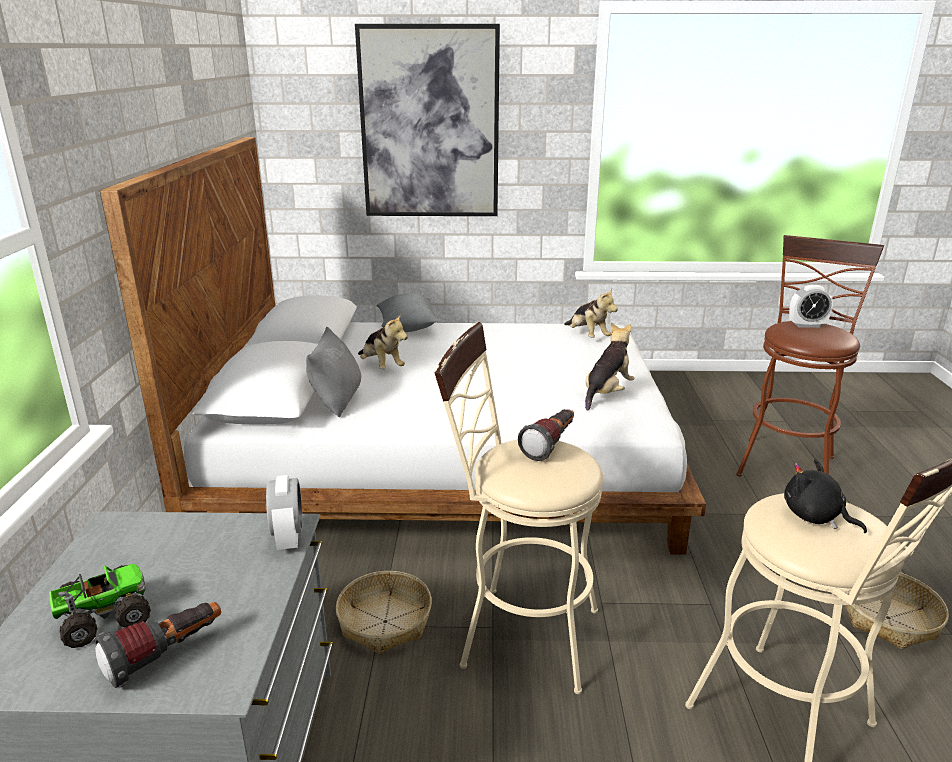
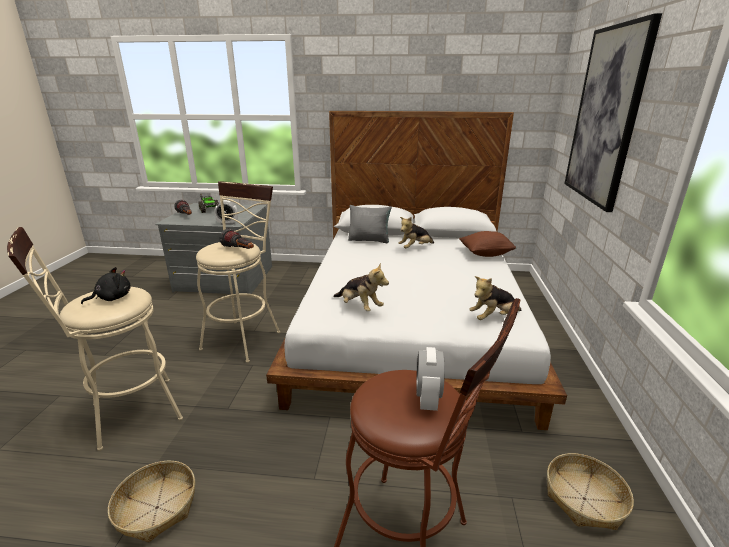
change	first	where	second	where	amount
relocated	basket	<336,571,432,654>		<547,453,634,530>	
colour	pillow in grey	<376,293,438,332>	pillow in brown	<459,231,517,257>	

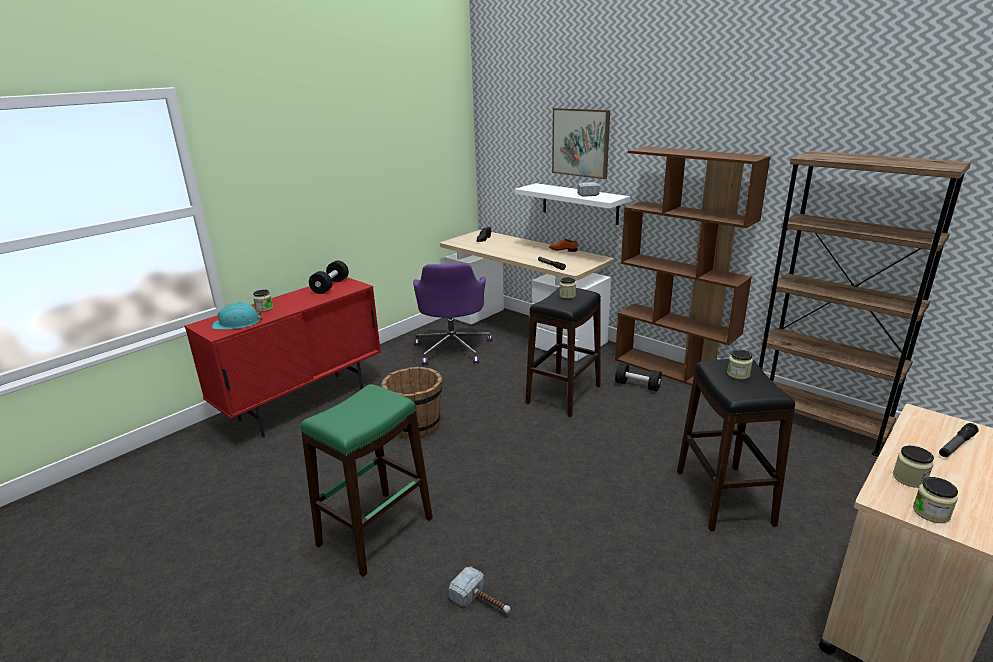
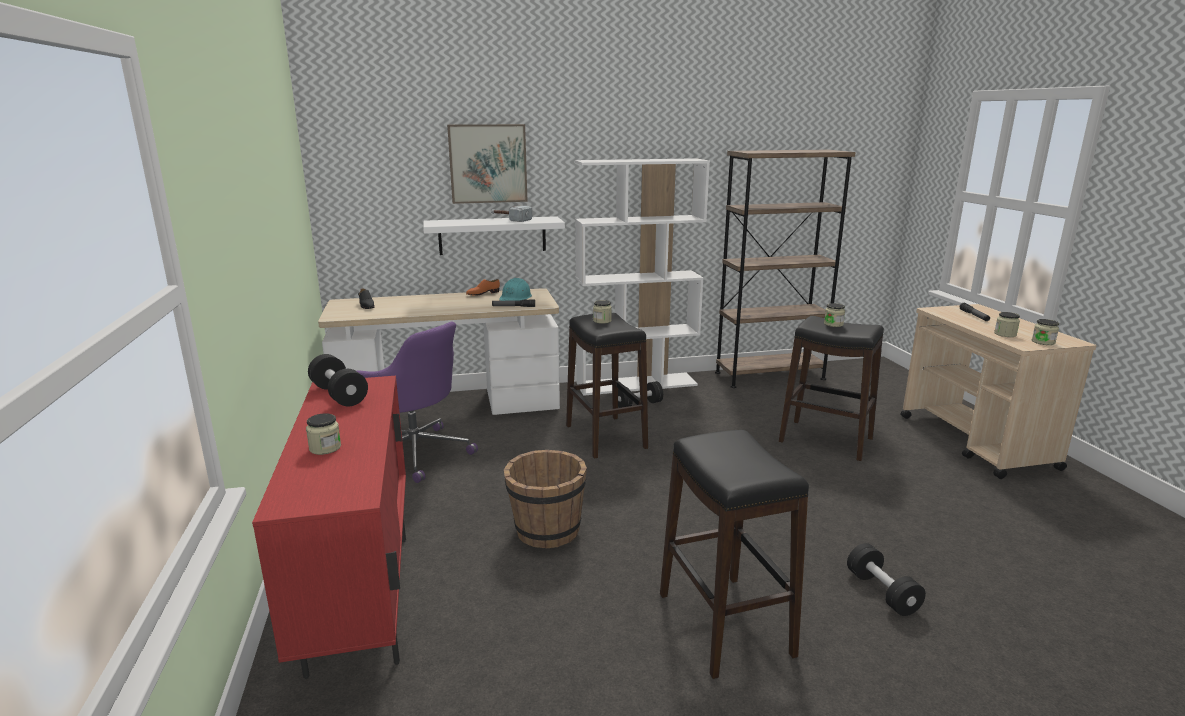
change	first	where	second	where	amount
relocated	hard hat in turquoise	<212,302,263,329>		<499,278,532,301>	
exchanged	hammer	<449,567,510,613>	dumbbell in black	<847,543,926,616>	
colour	stool in green	<300,384,433,577>	stool in black	<660,430,809,679>	
colour	bookcase in brown	<615,146,771,386>	bookcase in white	<575,158,710,396>	

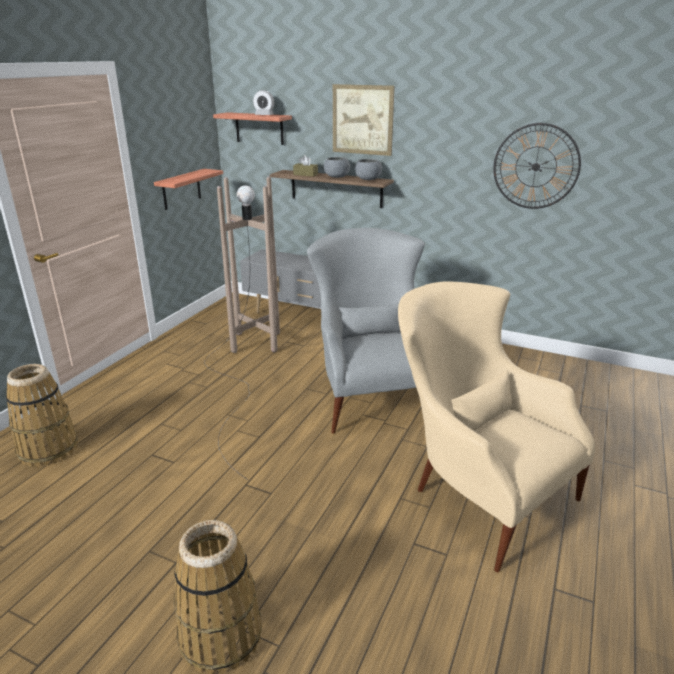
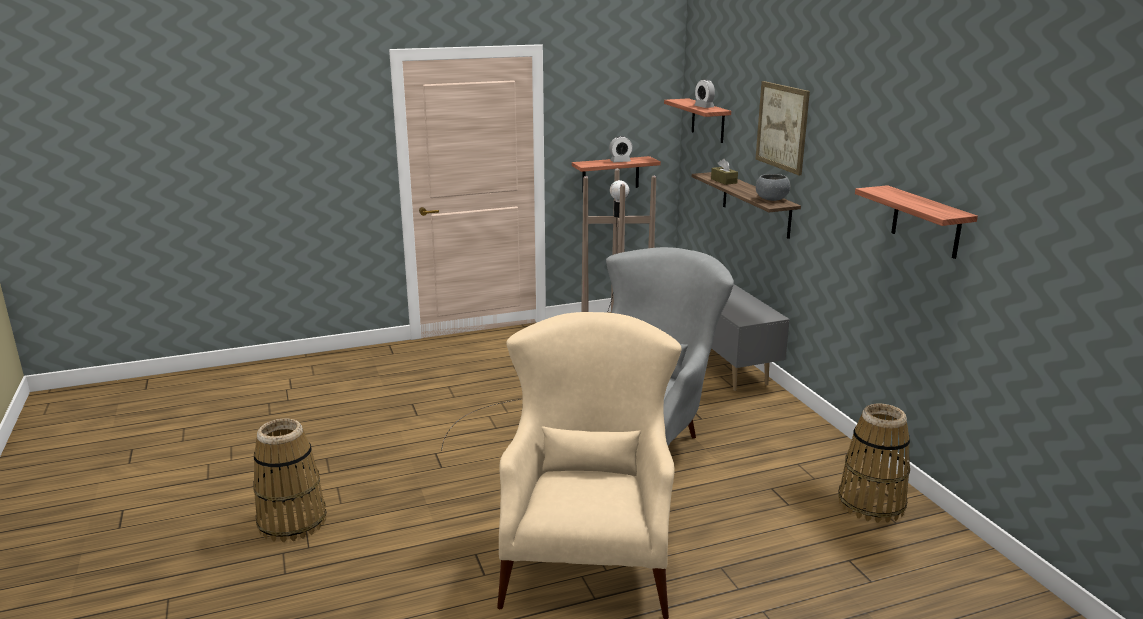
change	first	where	second	where	amount
missing	bowl in grey	<324,157,350,178>			
appeared			alarm clock	<609,136,633,162>	
relocated	basket	<6,364,78,467>		<838,404,910,523>	
exchanged	wall clock	<493,123,581,209>	shelf	<855,185,978,259>	

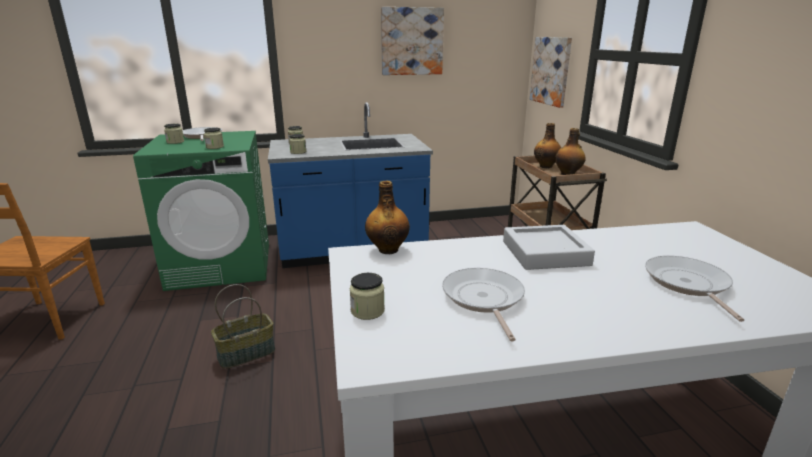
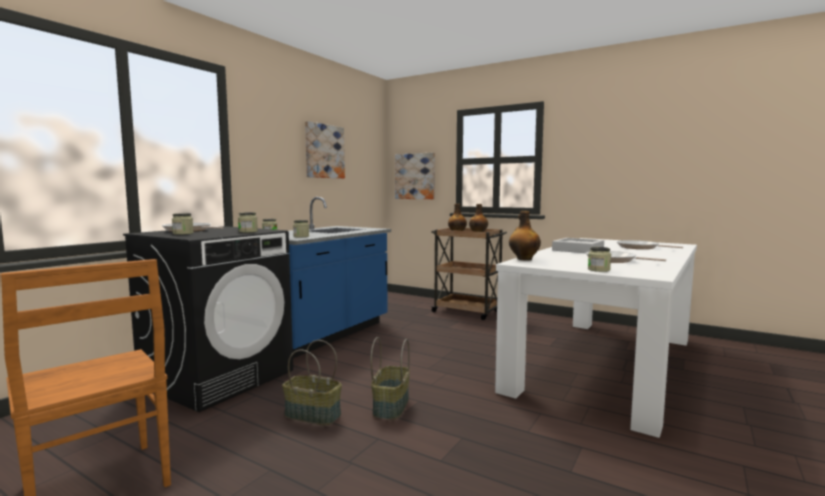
change	first	where	second	where	amount
appeared			basket	<282,340,342,425>	
colour	washing machine in green	<133,131,269,291>	washing machine in black	<123,226,293,412>	

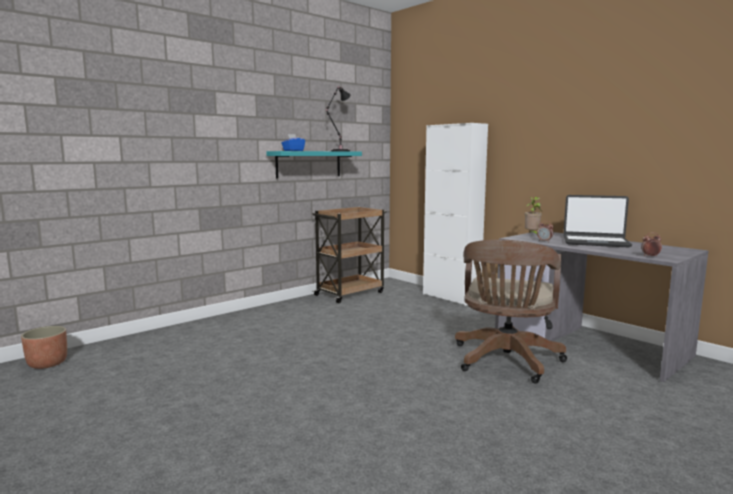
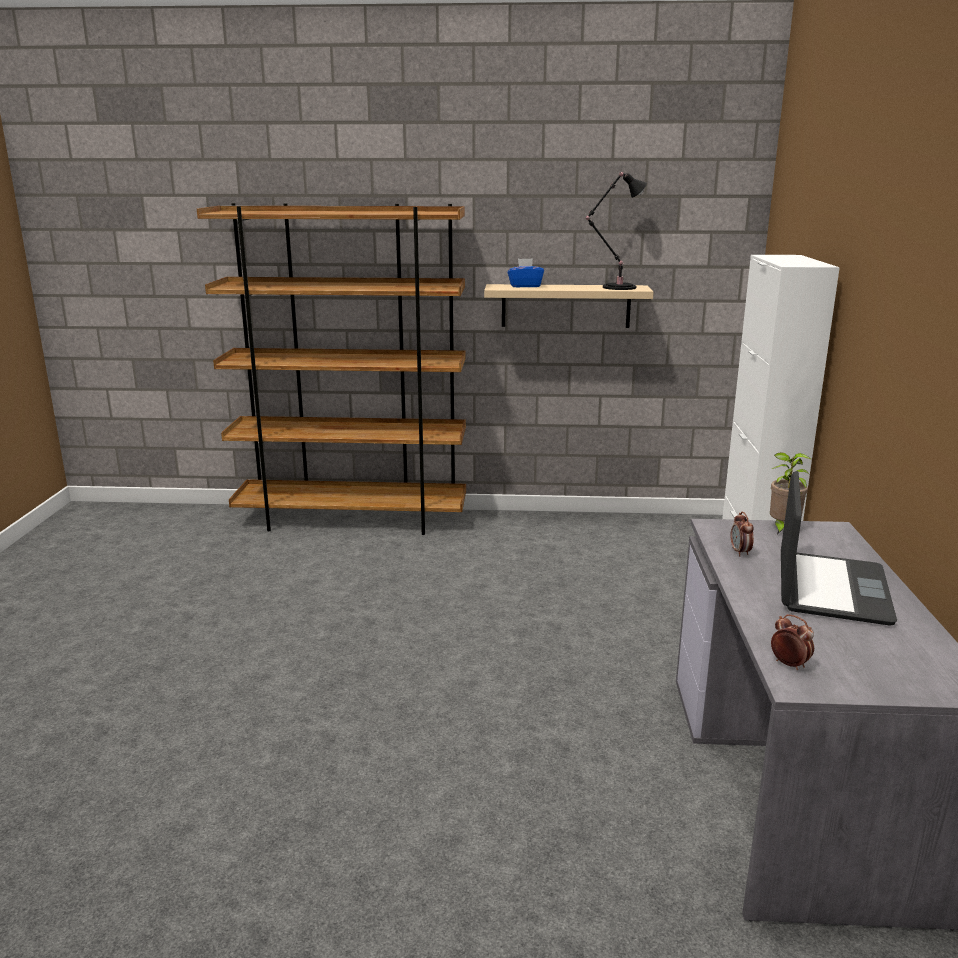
change	first	where	second	where	amount
missing	planter	<21,326,67,369>			
missing	cart in brown	<312,207,386,303>			
missing	office chair in brown	<455,240,567,384>			
appeared			bookcase in brown	<197,203,466,535>	
colour	shelf in turquoise	<266,151,362,178>	shelf in beige	<484,284,654,328>	
spun	laptop	<563,195,632,247>		<781,471,897,626>	135 degrees counterclockwise

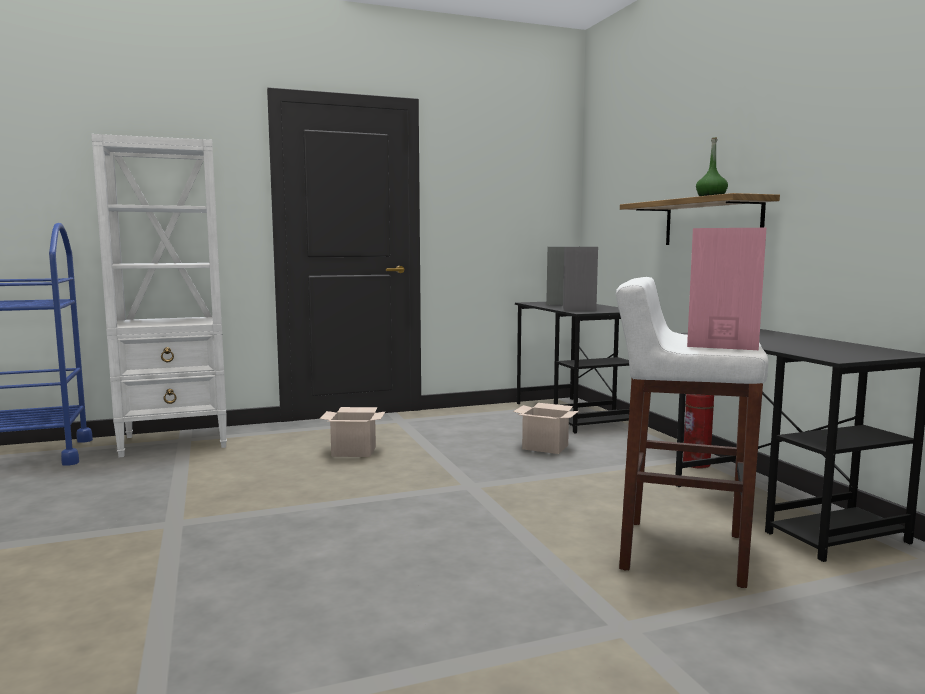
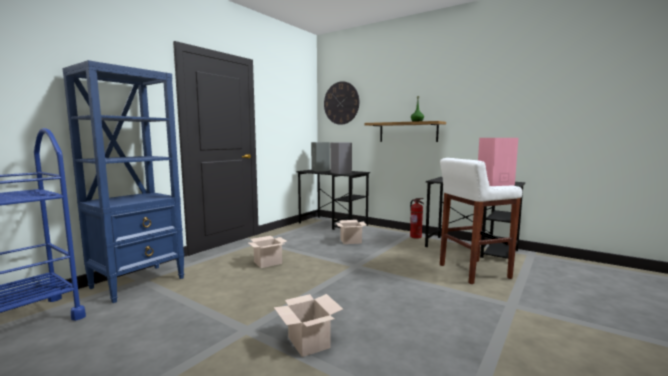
change	first	where	second	where	amount
appeared			cardboard box	<274,294,343,357>	
appeared			wall clock	<324,81,359,125>	
colour	bookcase in white	<91,134,227,457>	bookcase in blue	<62,60,184,303>	

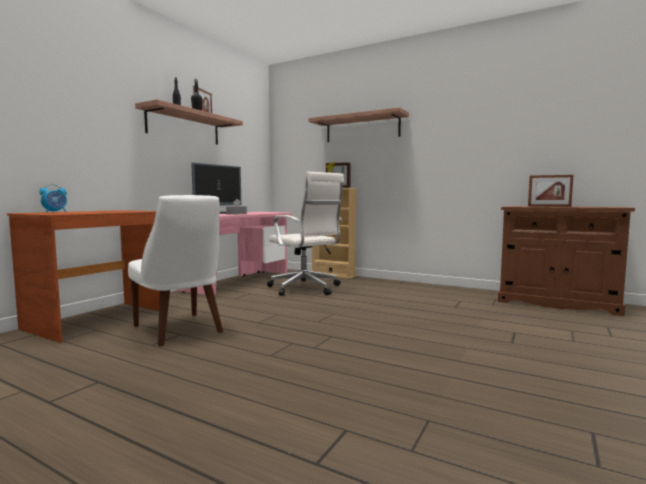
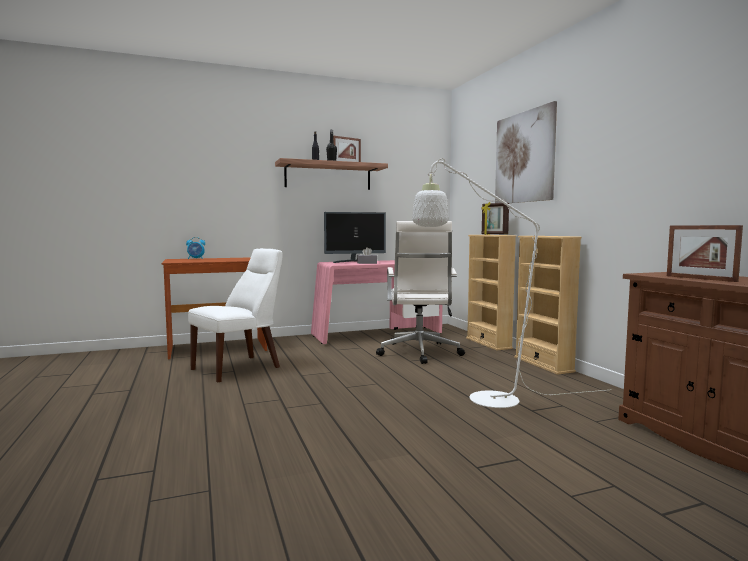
change	first	where	second	where	amount
appeared			floor lamp in white	<412,158,606,408>	
appeared			bookcase in beige	<514,236,582,375>	
exchanged	shelf	<309,107,409,142>	picture	<495,101,557,203>	
spun	chair in white	<128,195,223,346>		<188,248,283,382>	135 degrees counterclockwise

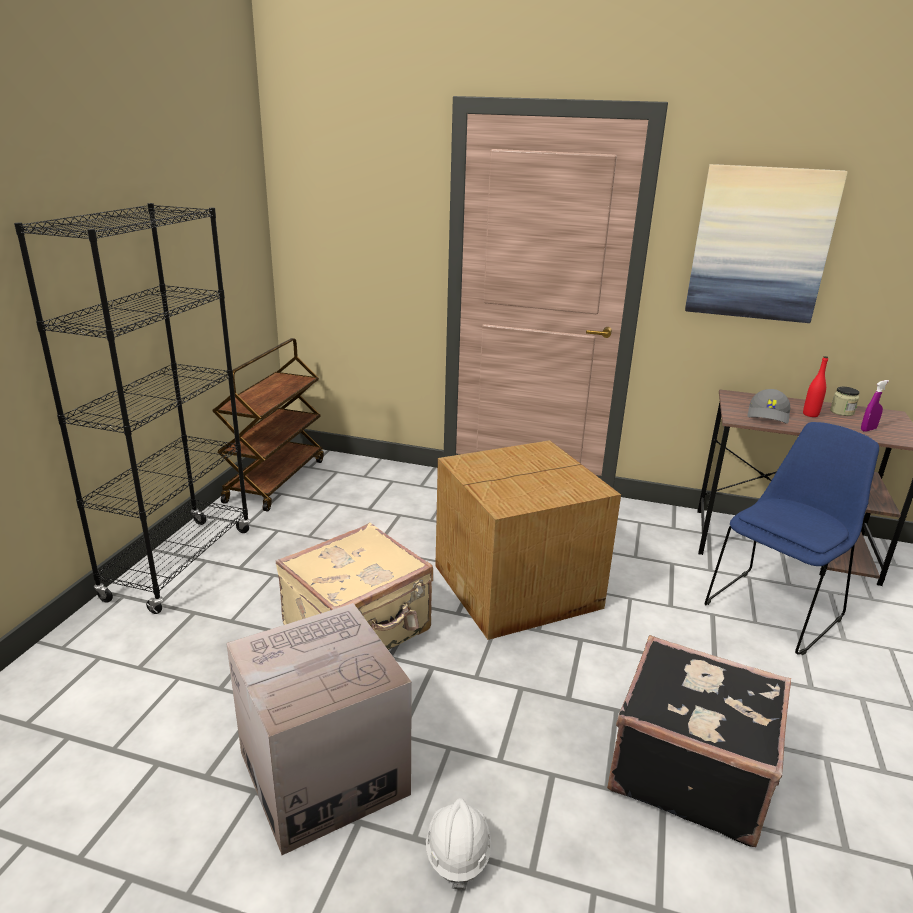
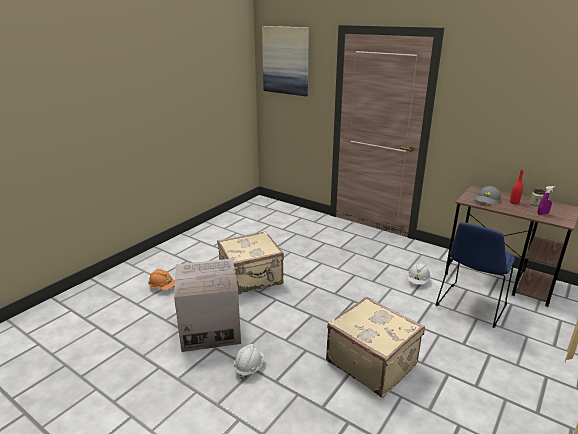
change	first	where	second	where	amount
missing	bookcase in black	<14,203,250,614>			
missing	cart in brown	<212,338,324,511>			
missing	cardboard box	<435,440,621,640>			
appeared			hard hat in orange	<148,269,175,290>	
appeared			hard hat in white	<408,263,430,285>	
relocated	picture	<685,164,848,323>		<262,26,309,96>	
colour	suitcase in black	<607,635,791,847>	suitcase in beige	<326,297,425,398>	
spun	chair in blue	<704,422,879,655>		<436,222,515,328>	150 degrees clockwise

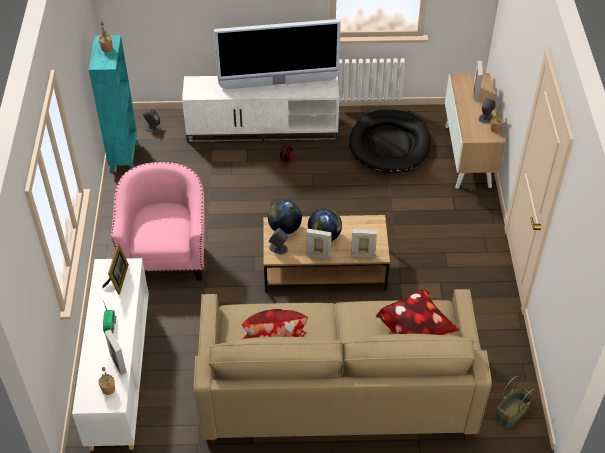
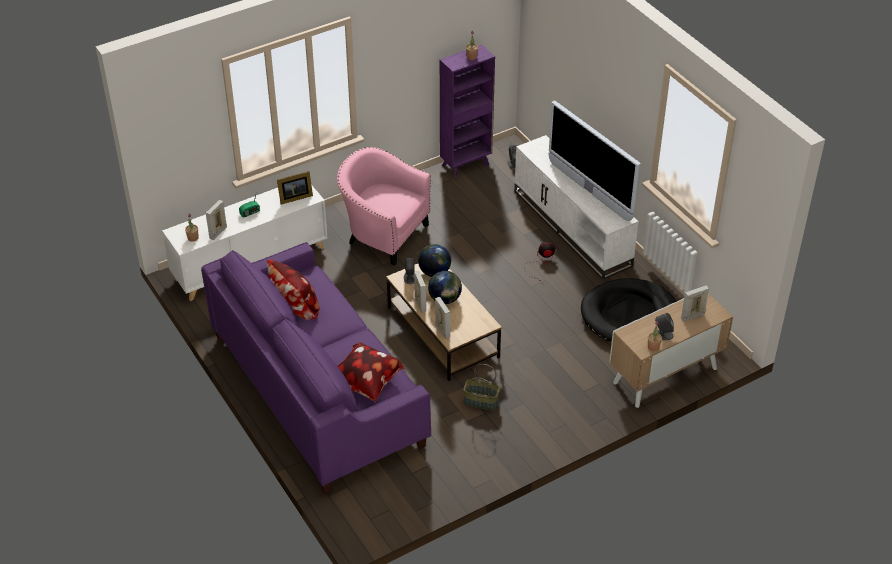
change	first	where	second	where	amount
relocated	basket	<495,376,535,428>		<463,364,500,411>	
colour	bookcase in turquoise	<89,35,139,173>	bookcase in purple	<440,45,495,178>	
colour	sofa in beige	<194,289,492,447>	sofa in purple	<201,242,431,494>	
spun	armchair in pink	<111,162,204,281>		<337,147,431,266>	120 degrees counterclockwise

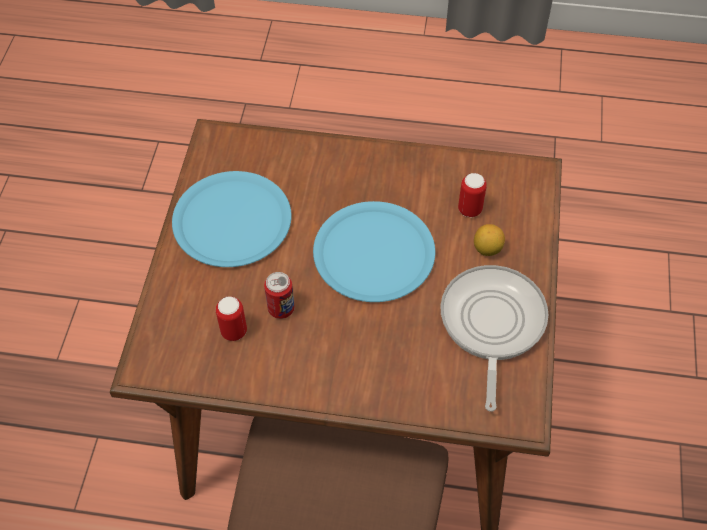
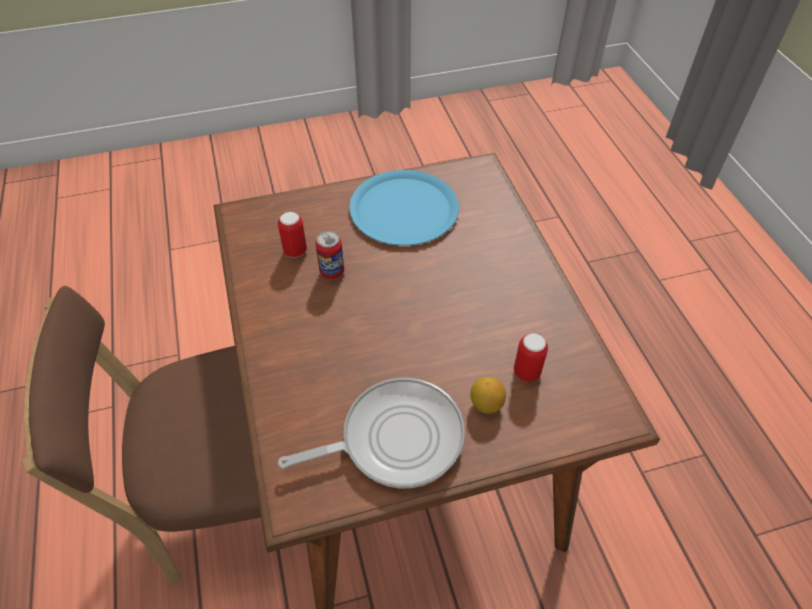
change	first	where	second	where	amount
missing	plate in blue	<313,201,435,302>			

